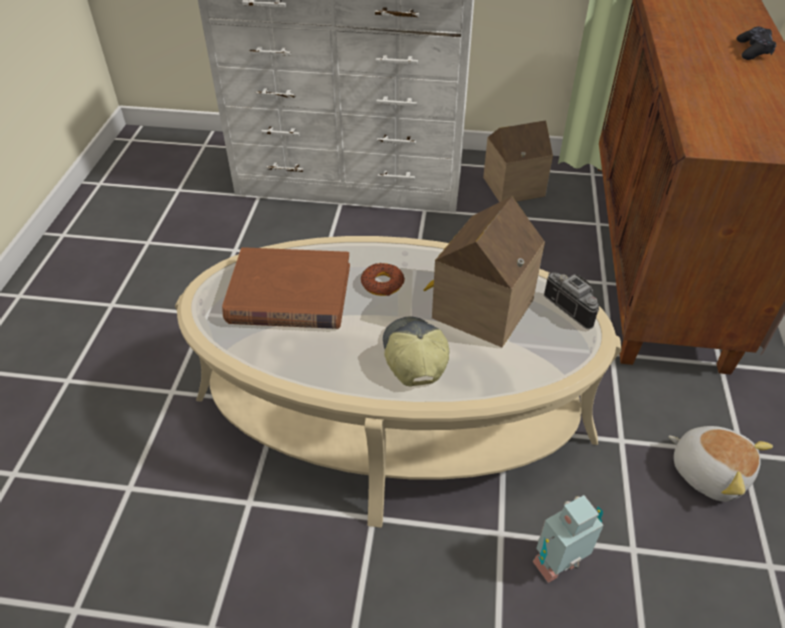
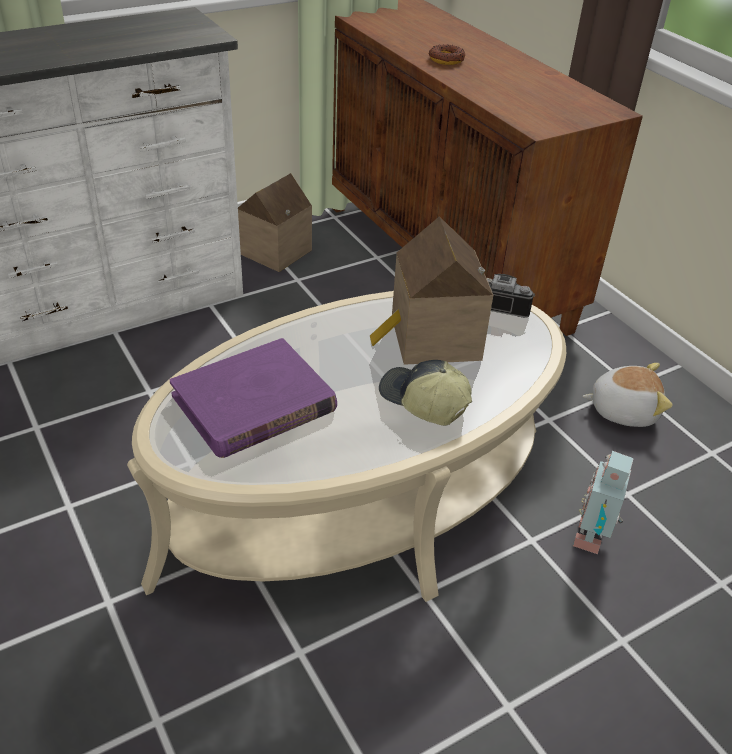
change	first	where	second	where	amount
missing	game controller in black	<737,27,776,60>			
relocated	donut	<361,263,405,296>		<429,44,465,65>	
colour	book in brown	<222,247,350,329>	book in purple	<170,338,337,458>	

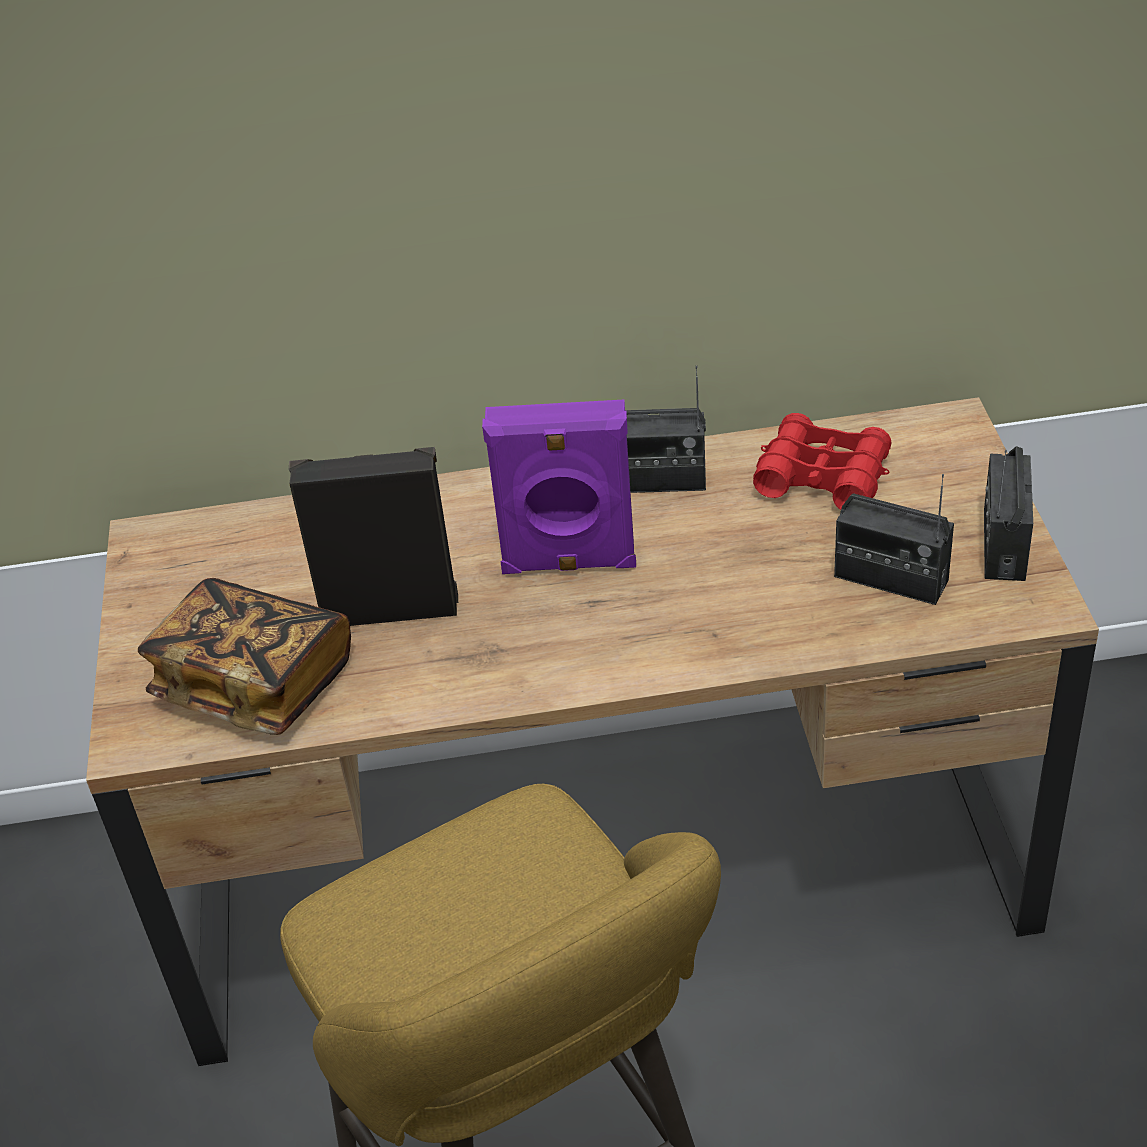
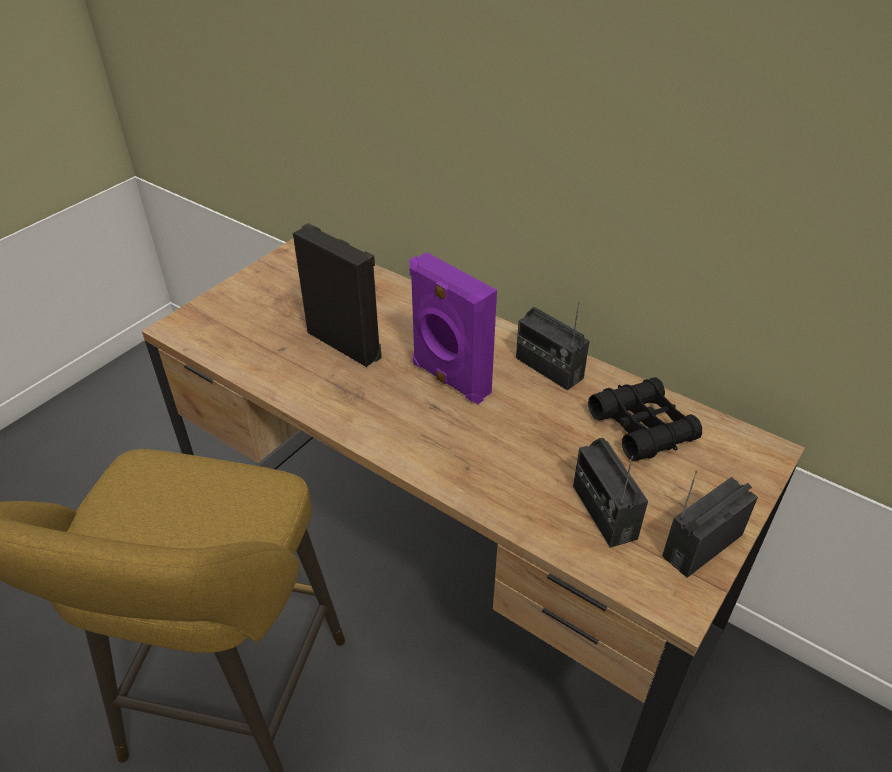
change	first	where	second	where	amount
missing	book	<138,578,351,735>			
colour	binoculars in red	<753,413,892,510>	binoculars in black	<588,377,702,461>	

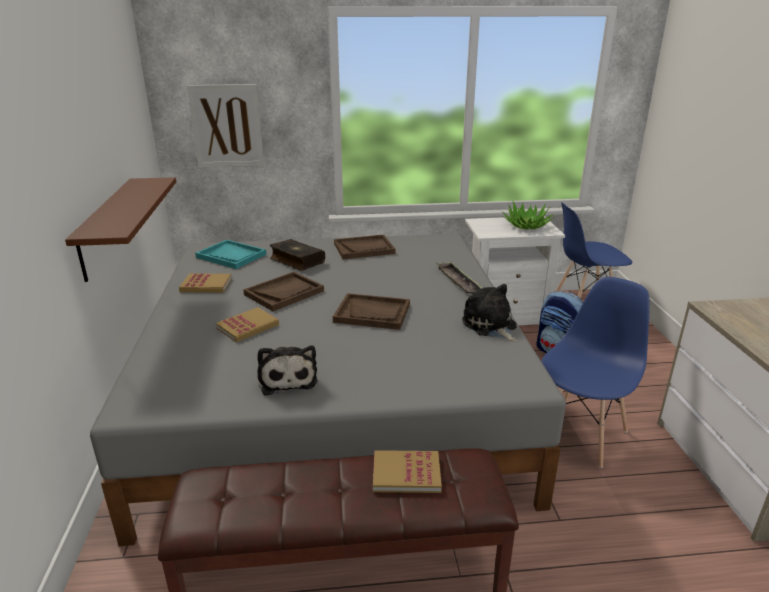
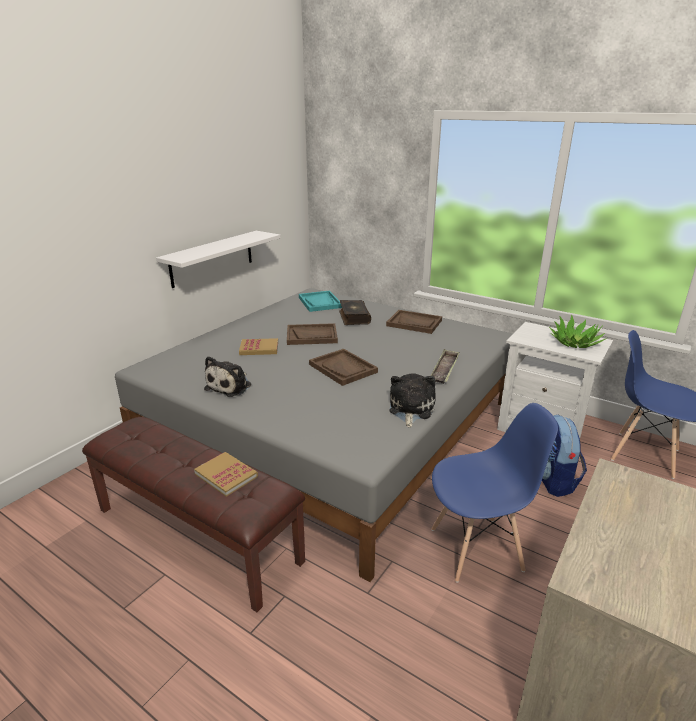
change	first	where	second	where	amount
missing	book	<179,273,232,293>			
missing	picture	<187,84,264,168>			
colour	shelf in brown	<65,177,176,282>	shelf in white	<156,231,280,288>	

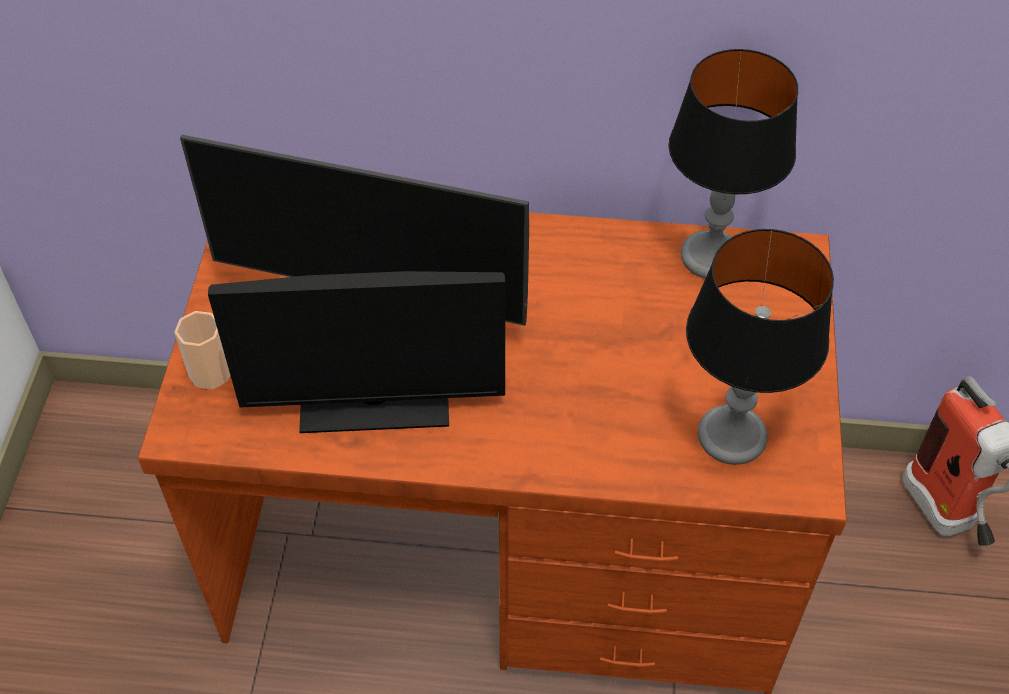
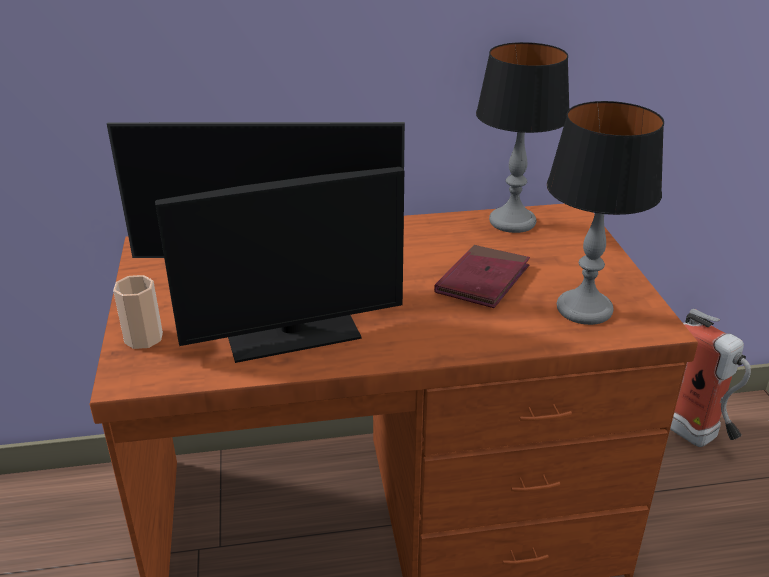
change	first	where	second	where	amount
appeared			book in red	<434,245,530,308>	

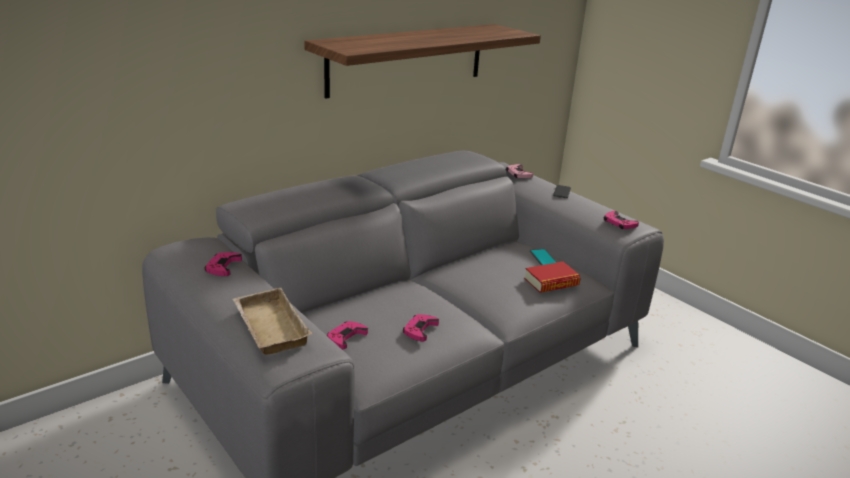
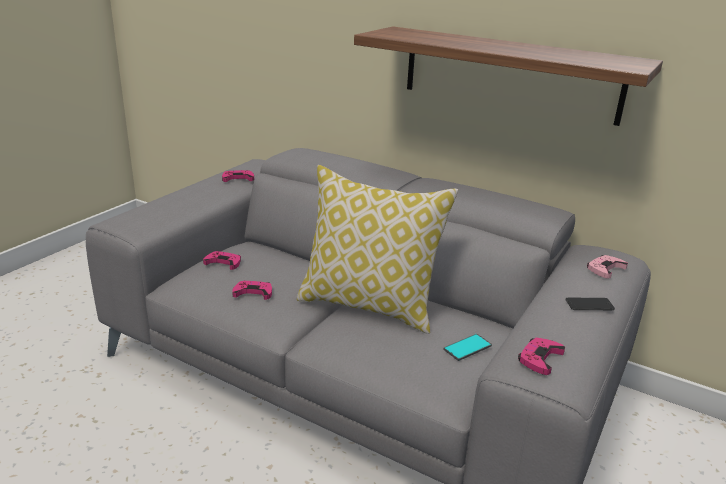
change	first	where	second	where	amount
missing	tray in beige	<233,287,312,355>			
missing	book	<524,262,581,293>			
appeared			pillow	<297,165,458,334>	

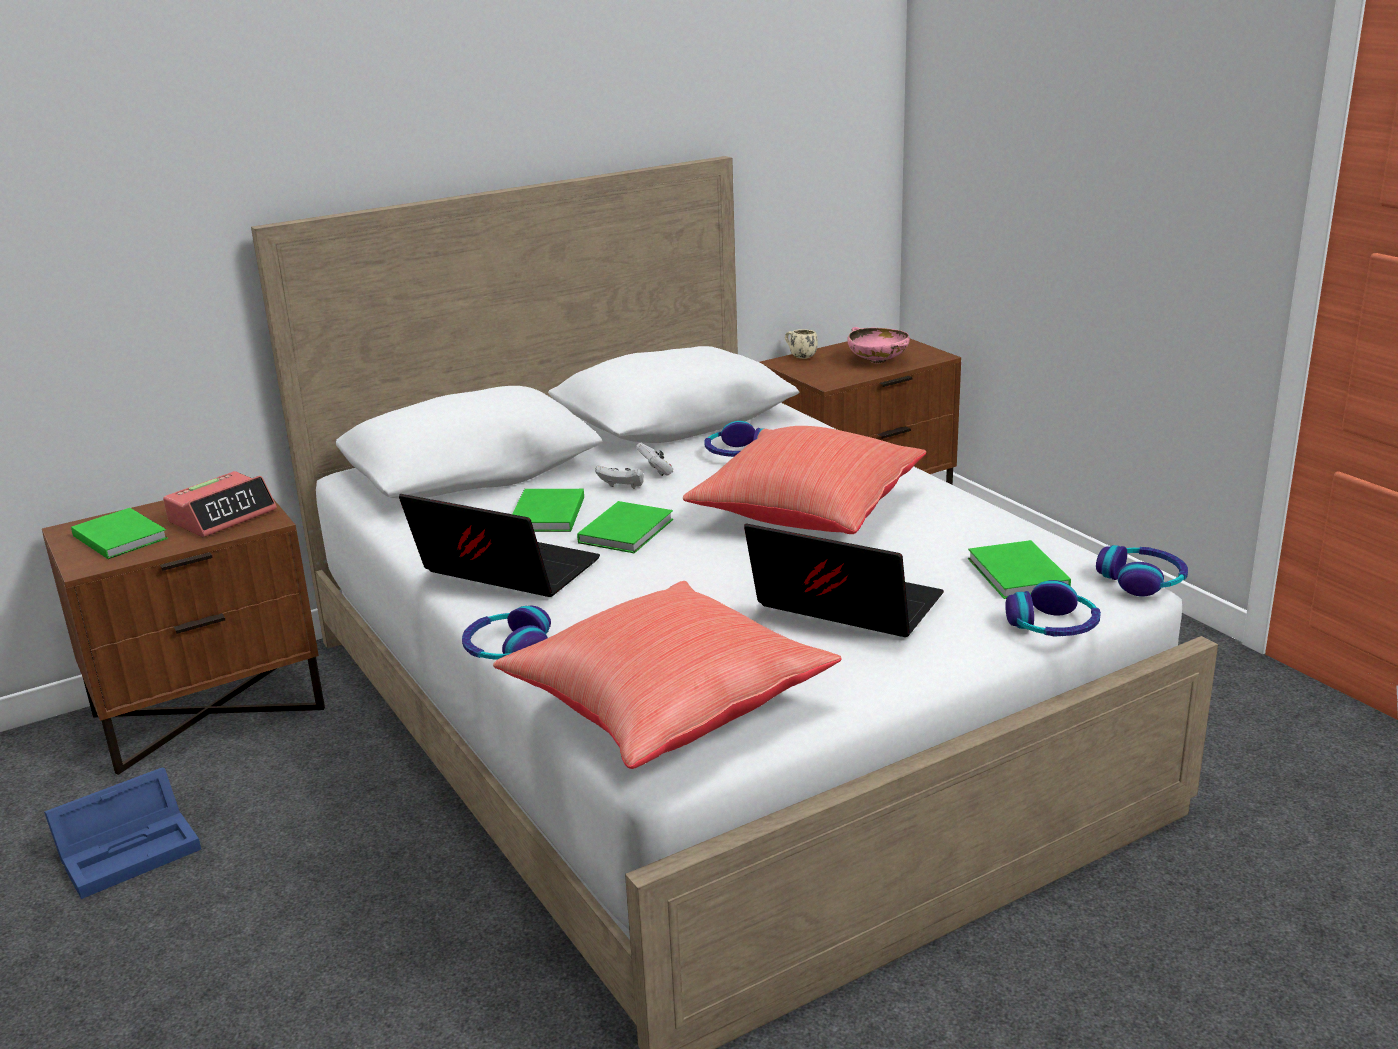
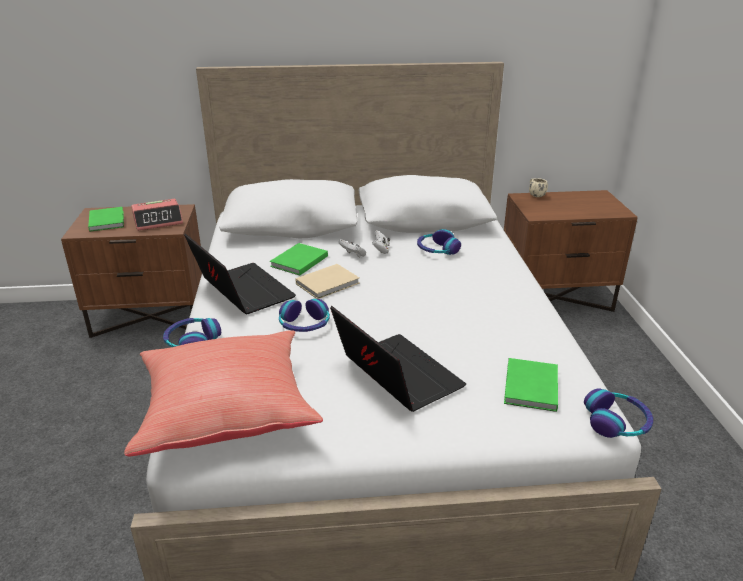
change	first	where	second	where	amount
missing	storage box in blue	<44,768,201,899>			
missing	pillow in red	<683,426,926,534>			
missing	bowl in pink	<847,327,910,364>			
relocated	headphones	<1005,580,1101,637>		<279,299,330,332>	
colour	book in green	<577,501,673,553>	book in beige	<295,264,360,299>	

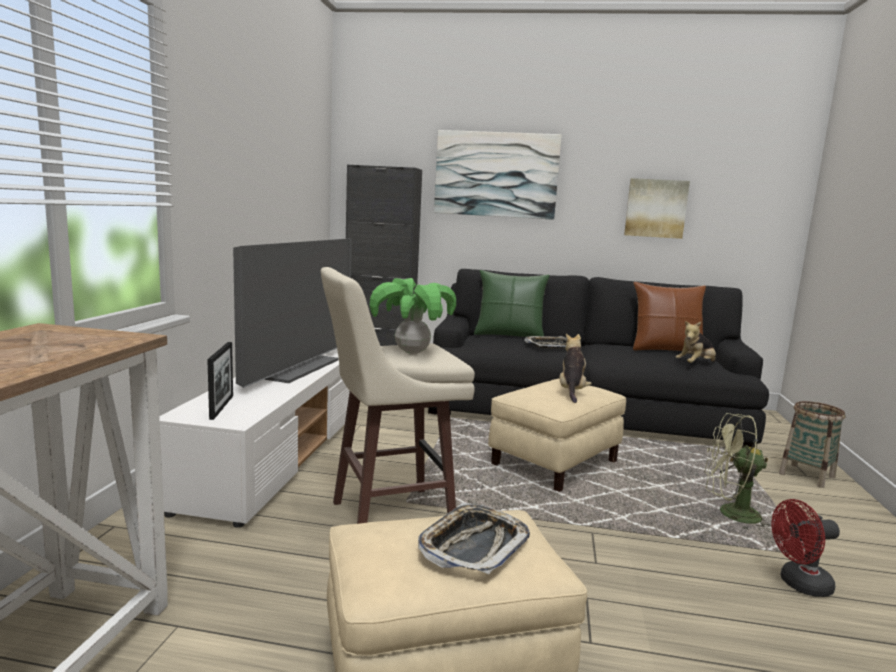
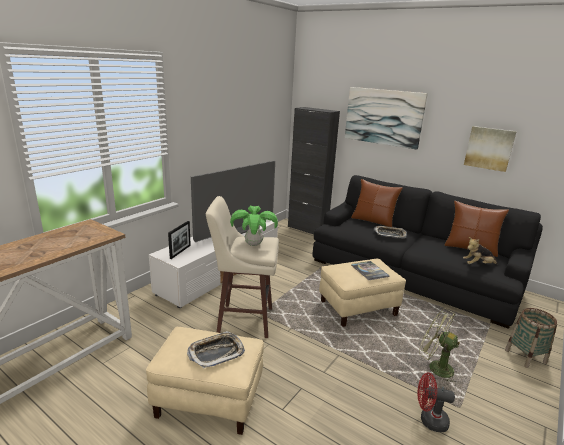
change	first	where	second	where	amount
exchanged	plush toy	<559,333,592,403>	book	<351,261,390,280>	
colour	pillow in green	<474,270,550,337>	pillow in brown	<351,179,403,227>	

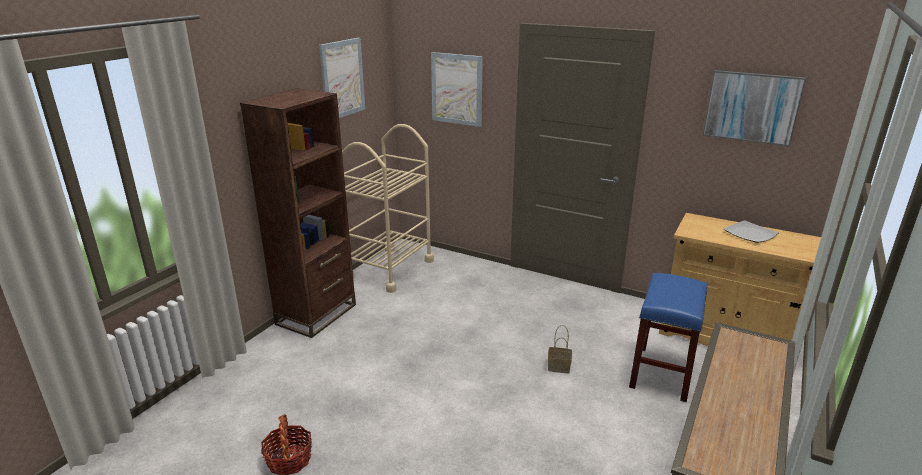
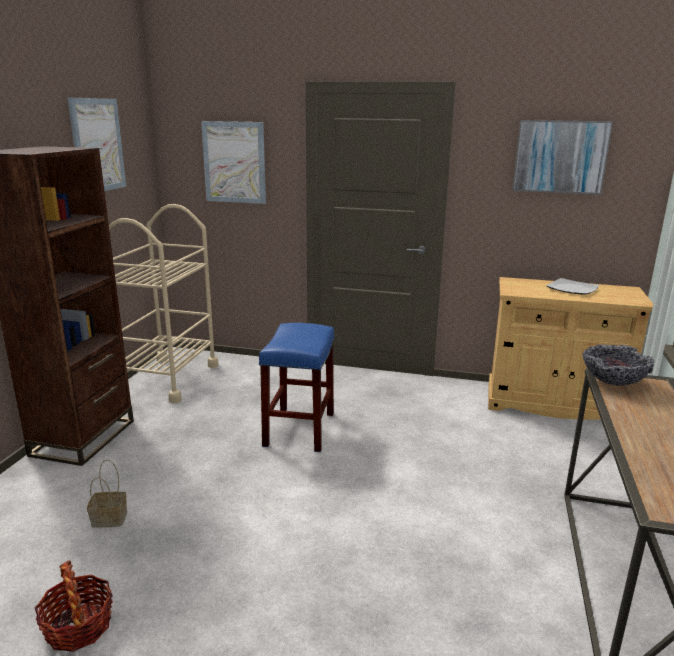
change	first	where	second	where	amount
appeared			bowl	<583,345,654,386>	
relocated	basket	<548,325,572,373>		<87,460,127,528>	
relocated	stool in blue	<629,273,707,402>		<259,323,335,452>	

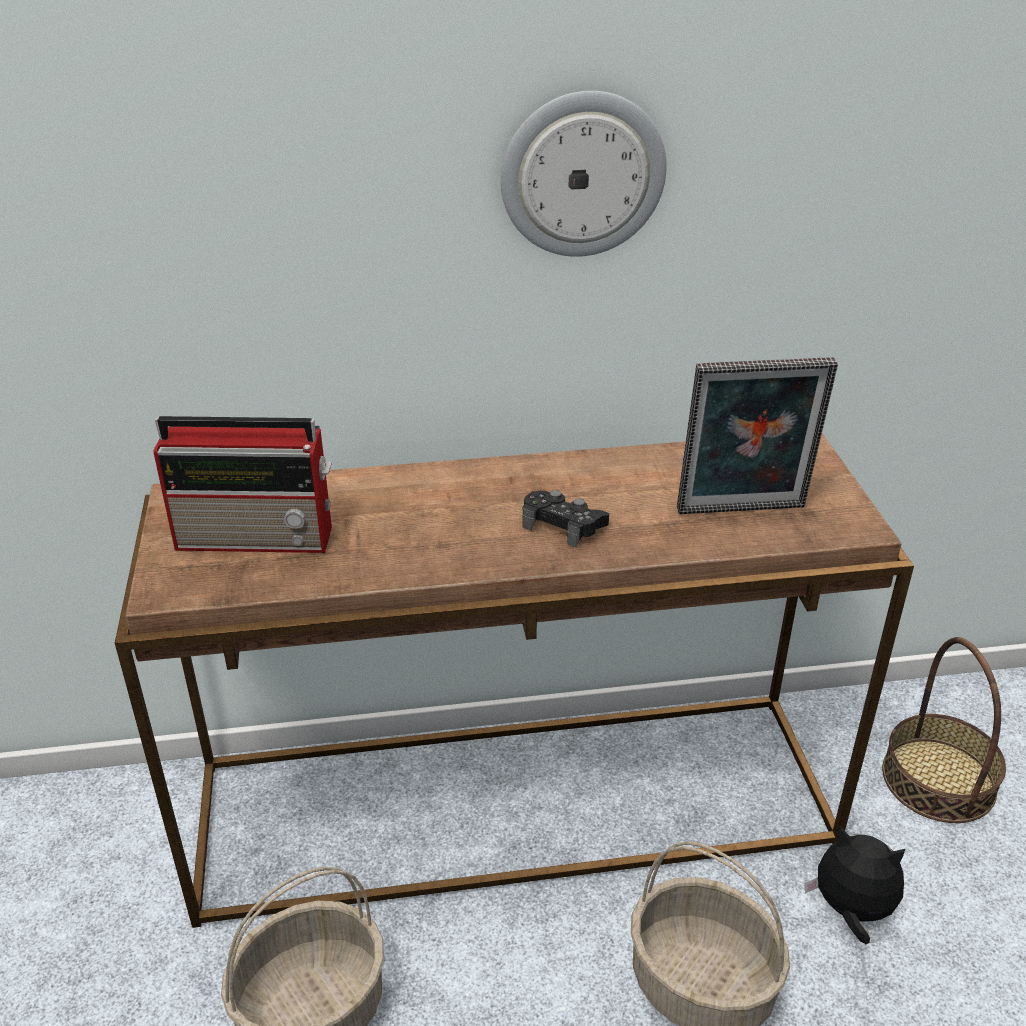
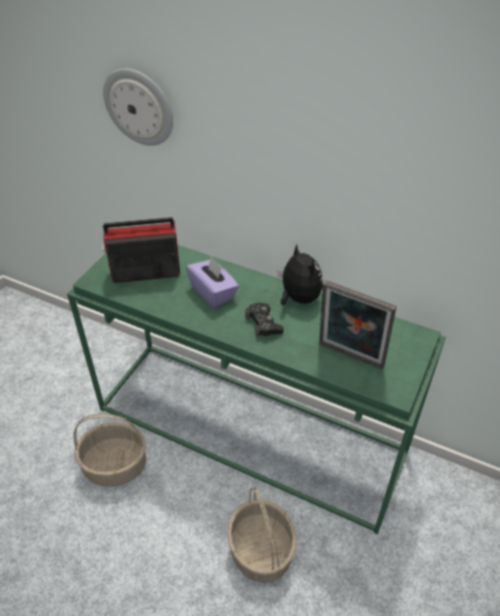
change	first	where	second	where	amount
missing	basket	<882,637,1006,823>			
appeared			tissue box in purple	<186,257,239,308>	
relocated	wall clock	<501,91,667,257>		<103,68,173,146>	
relocated	plush toy	<805,825,905,944>		<277,244,323,305>	
colour	console table in brown	<115,433,914,928>	console table in green	<67,245,446,534>	
spun	radio	<153,416,332,553>		<102,217,180,283>	135 degrees clockwise

